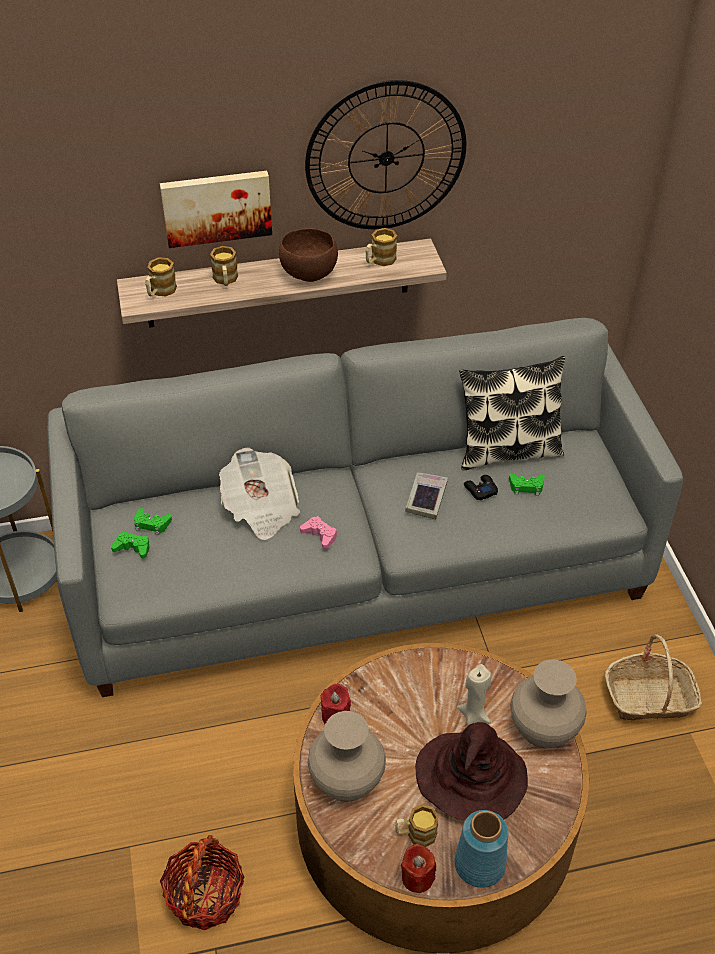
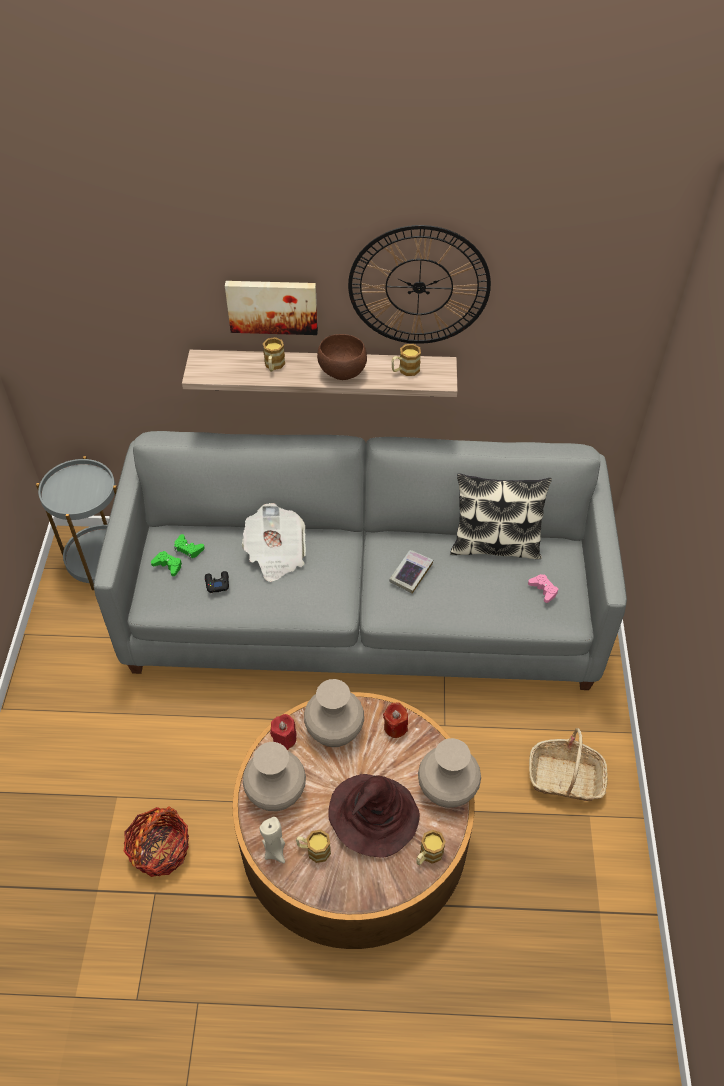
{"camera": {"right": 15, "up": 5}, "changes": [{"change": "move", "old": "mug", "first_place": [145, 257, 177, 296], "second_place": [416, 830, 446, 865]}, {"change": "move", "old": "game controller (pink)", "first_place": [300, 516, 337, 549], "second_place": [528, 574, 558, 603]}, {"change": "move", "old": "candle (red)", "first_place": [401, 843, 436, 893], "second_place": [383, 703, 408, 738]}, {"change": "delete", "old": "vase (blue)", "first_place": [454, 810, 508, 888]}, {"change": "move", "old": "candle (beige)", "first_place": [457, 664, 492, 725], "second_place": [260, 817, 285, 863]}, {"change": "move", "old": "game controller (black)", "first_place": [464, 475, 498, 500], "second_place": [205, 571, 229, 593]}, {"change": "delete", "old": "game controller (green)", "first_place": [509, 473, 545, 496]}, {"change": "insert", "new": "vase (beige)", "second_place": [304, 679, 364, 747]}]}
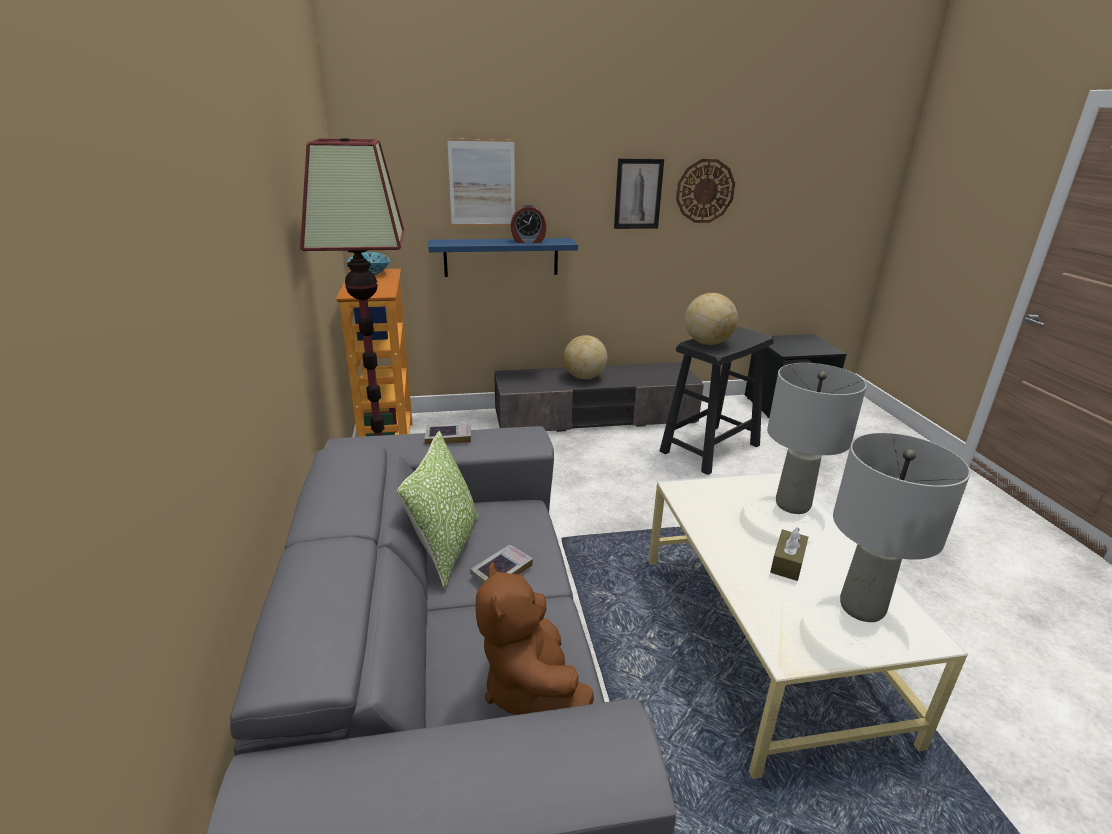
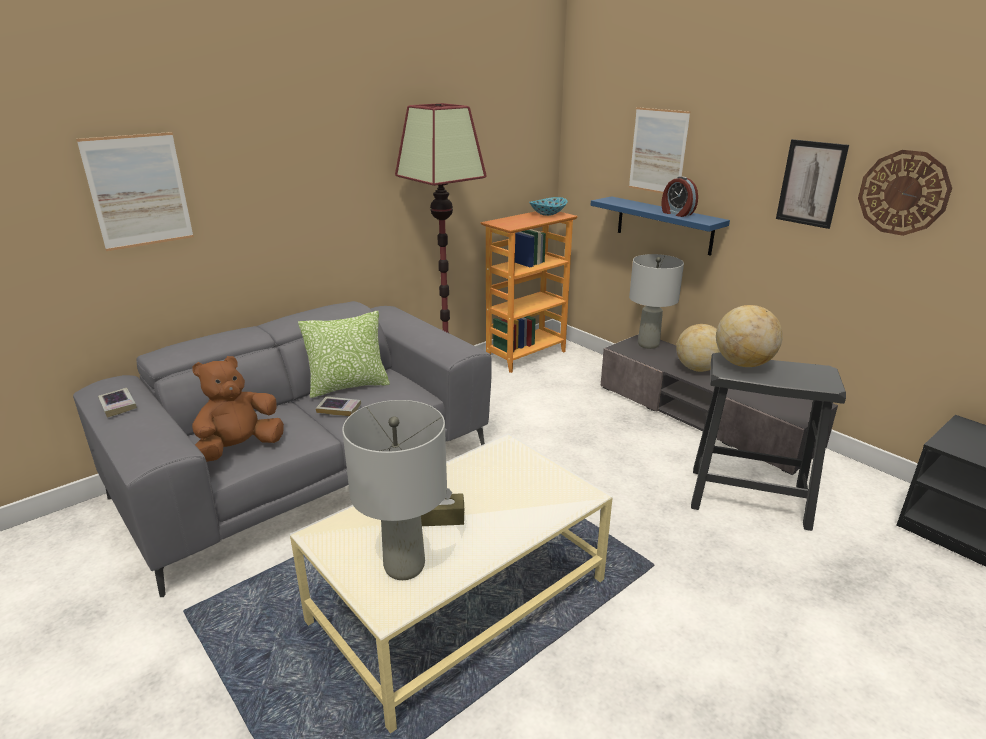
{"camera": {"right": 60, "up": 0}, "changes": [{"change": "move", "old": "book", "first_place": [425, 424, 471, 444], "second_place": [98, 388, 137, 418]}, {"change": "move", "old": "table lamp (grey)", "first_place": [767, 363, 867, 514], "second_place": [629, 254, 684, 349]}, {"change": "insert", "new": "picture", "second_place": [76, 132, 194, 251]}]}
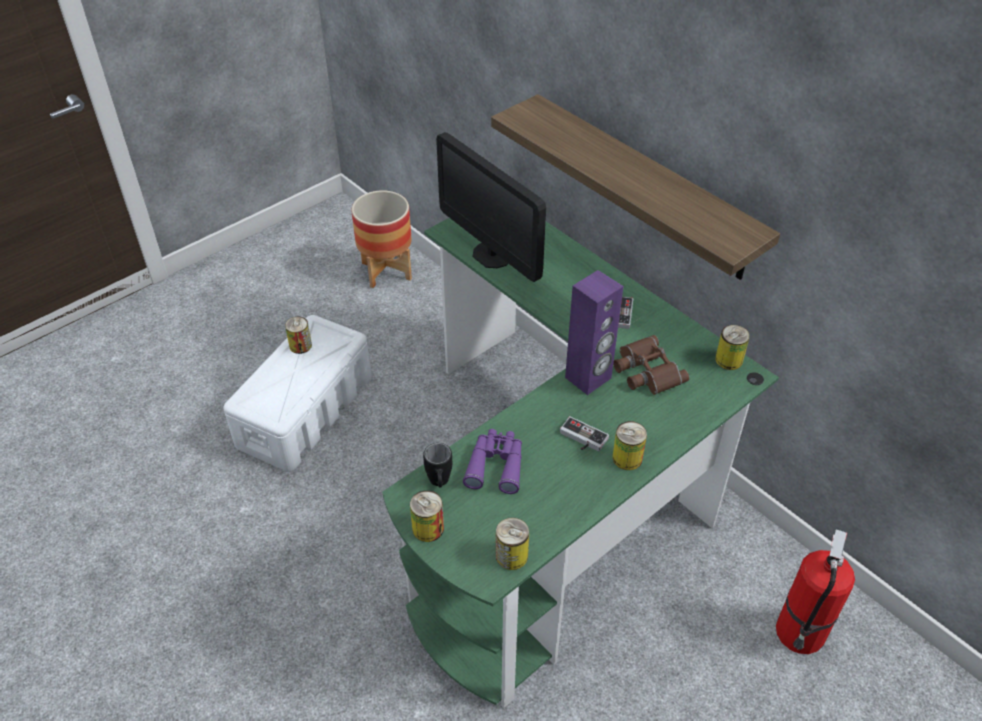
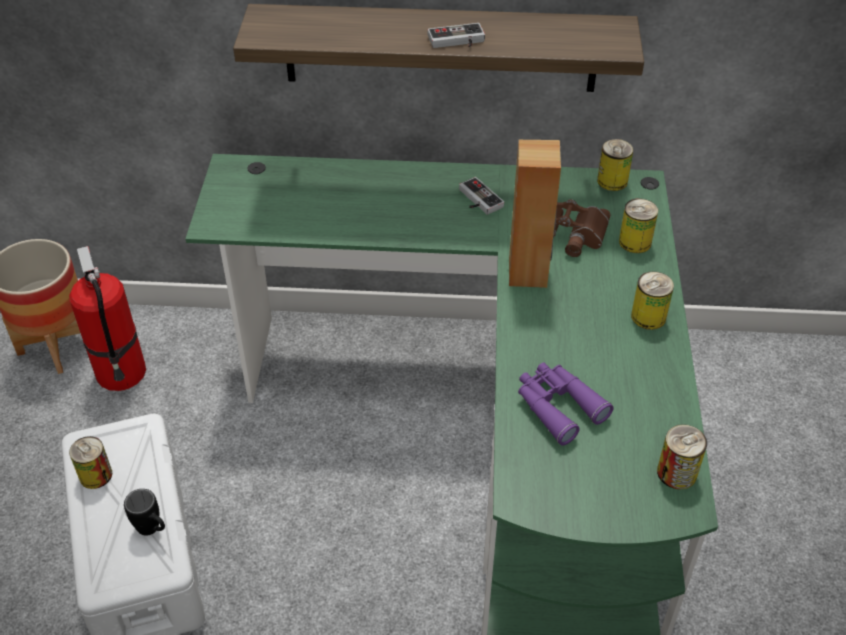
{"camera": {"right": -45, "up": 0}, "changes": [{"change": "move", "old": "can", "first_place": [410, 490, 444, 542], "second_place": [619, 199, 658, 253]}, {"change": "move", "old": "mug (black)", "first_place": [423, 443, 452, 487], "second_place": [124, 489, 165, 536]}, {"change": "delete", "old": "monitor", "first_place": [436, 132, 546, 282]}, {"change": "move", "old": "game controller", "first_place": [560, 416, 609, 452], "second_place": [428, 23, 485, 48]}, {"change": "recolor", "old": "speaker (purple)", "new": "speaker (brown)", "first_place": [565, 270, 623, 395], "second_place": [509, 140, 561, 288]}, {"change": "move", "old": "fire extinguisher", "first_place": [776, 529, 855, 654], "second_place": [69, 246, 146, 391]}]}
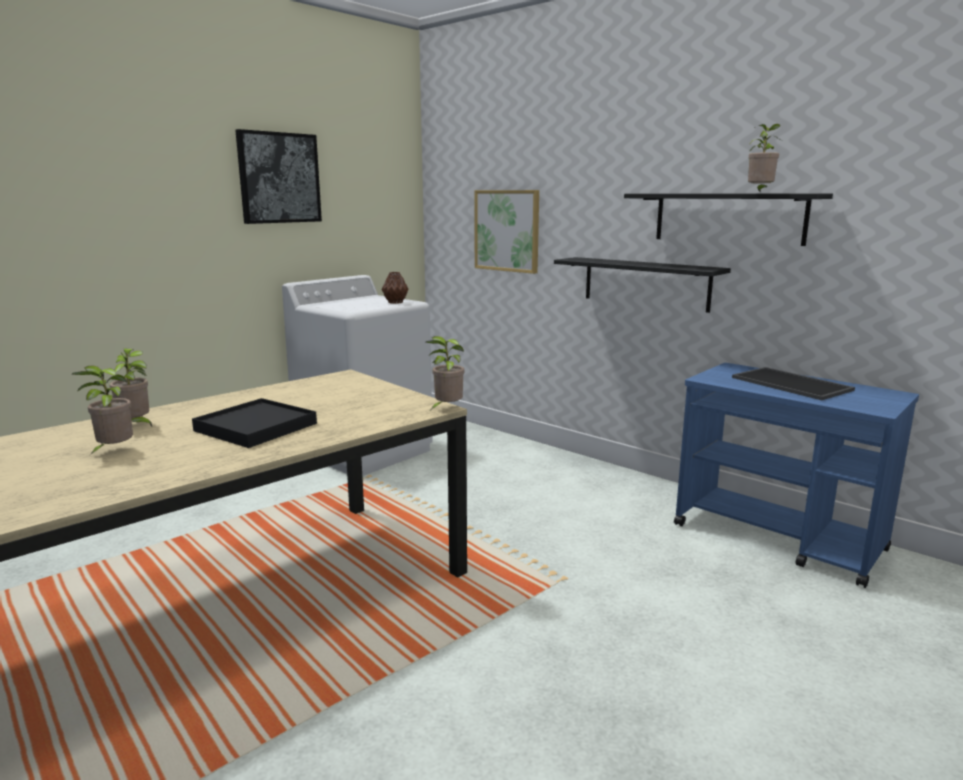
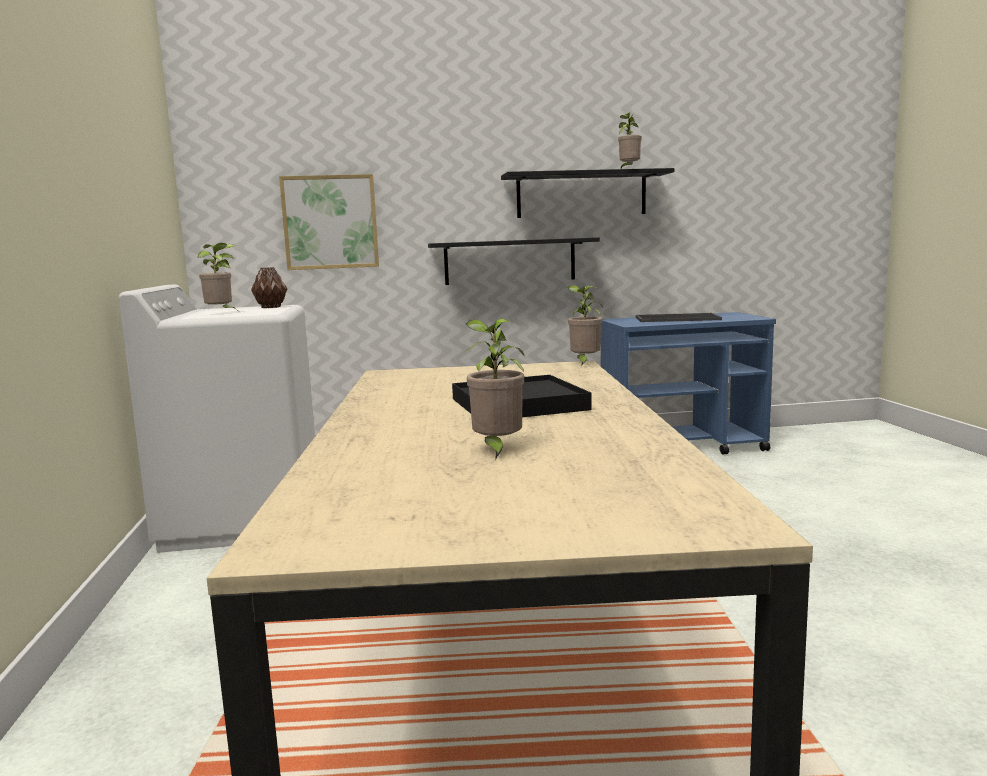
{"camera": {"right": -50, "up": -5}, "changes": [{"change": "move", "old": "potted plant", "first_place": [109, 348, 152, 426], "second_place": [198, 243, 237, 310]}, {"change": "delete", "old": "picture", "first_place": [235, 129, 322, 224]}]}
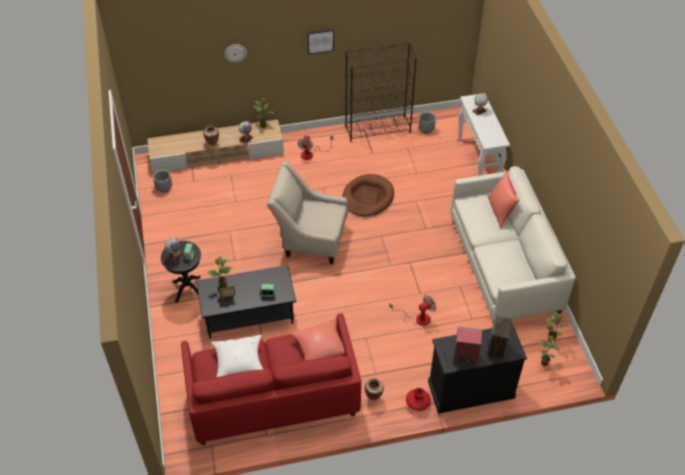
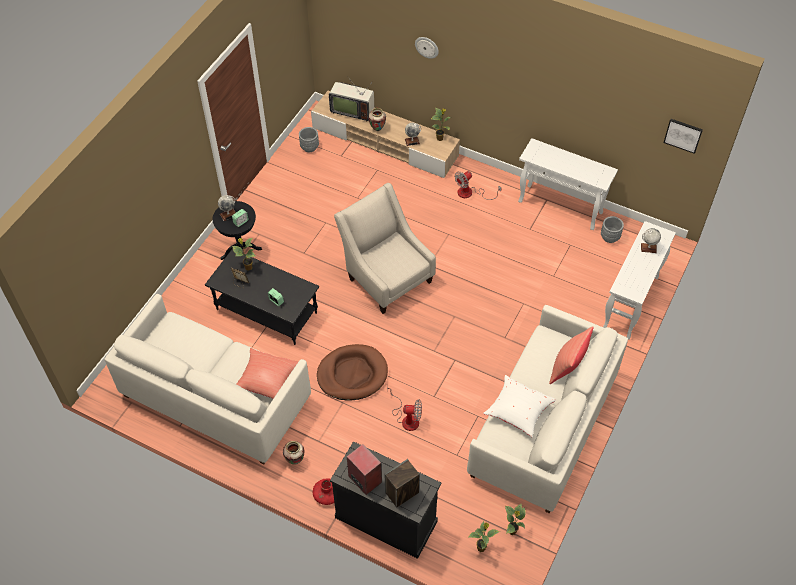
{"camera": {"right": 40, "up": 5}, "changes": [{"change": "recolor", "old": "sofa (red)", "new": "sofa (white)", "first_place": [181, 313, 361, 445], "second_place": [105, 294, 311, 464]}, {"change": "move", "old": "pillow (white)", "first_place": [211, 335, 263, 377], "second_place": [483, 375, 556, 437]}, {"change": "move", "old": "picture", "first_place": [307, 29, 334, 54], "second_place": [664, 119, 703, 154]}, {"change": "move", "old": "dog bed (brown)", "first_place": [342, 174, 394, 216], "second_place": [317, 344, 388, 401]}, {"change": "replace", "old": "bookcase (black)", "new": "console table (white)", "first_place": [345, 43, 417, 142], "second_place": [518, 138, 618, 230]}, {"change": "insert", "new": "television", "second_place": [329, 77, 374, 122]}]}
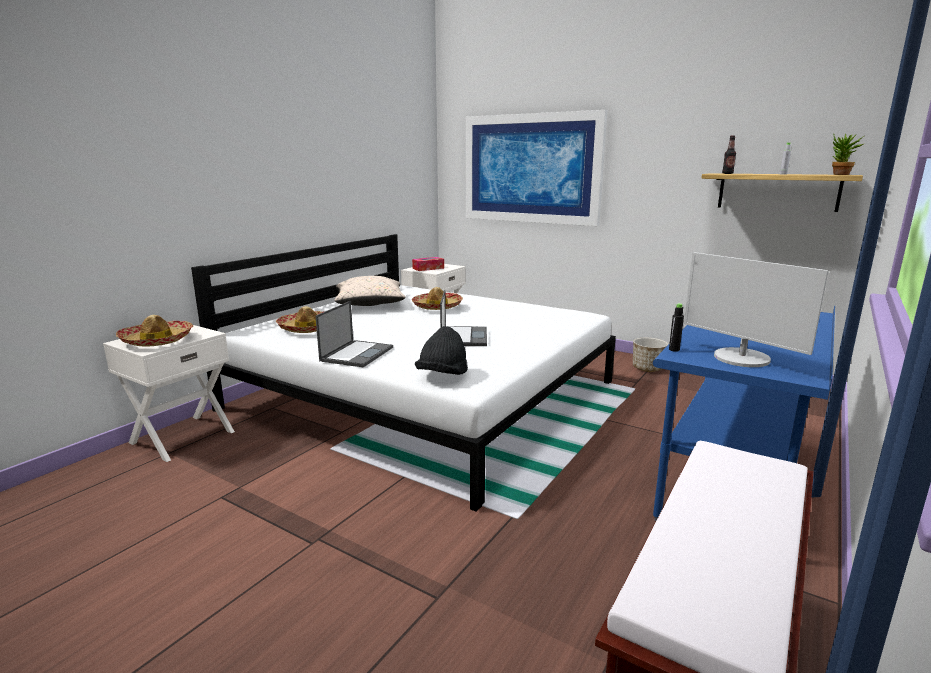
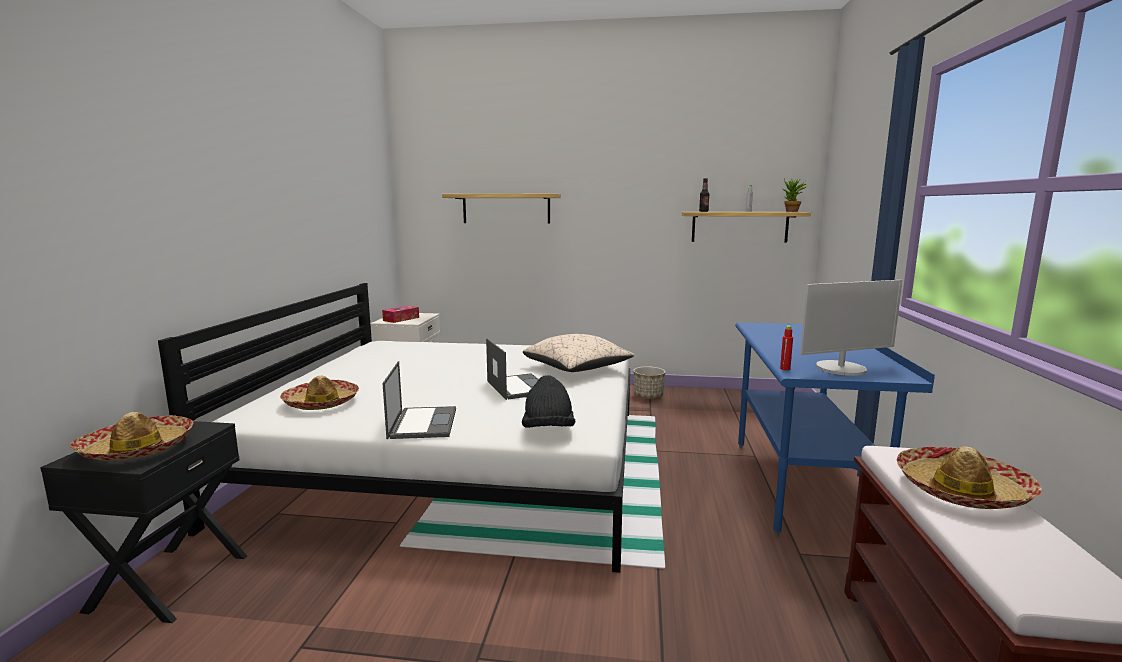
{"camera": {"right": -25, "up": -5}, "changes": [{"change": "recolor", "old": "nightstand (white)", "new": "nightstand (black)", "first_place": [103, 325, 235, 462], "second_place": [40, 421, 247, 623]}, {"change": "move", "old": "pillow (beige)", "first_place": [334, 276, 406, 306], "second_place": [523, 334, 634, 372]}, {"change": "move", "old": "hat", "first_place": [412, 287, 463, 310], "second_place": [897, 446, 1042, 509]}, {"change": "replace", "old": "picture", "new": "shelf", "first_place": [465, 110, 607, 226], "second_place": [442, 194, 561, 224]}, {"change": "recolor", "old": "bottle (black)", "new": "bottle (red)", "first_place": [669, 303, 684, 352], "second_place": [780, 326, 793, 370]}, {"change": "rotate", "old": "monitor", "first_place": [684, 252, 829, 367], "second_place": [800, 280, 903, 376], "degrees": -45}]}
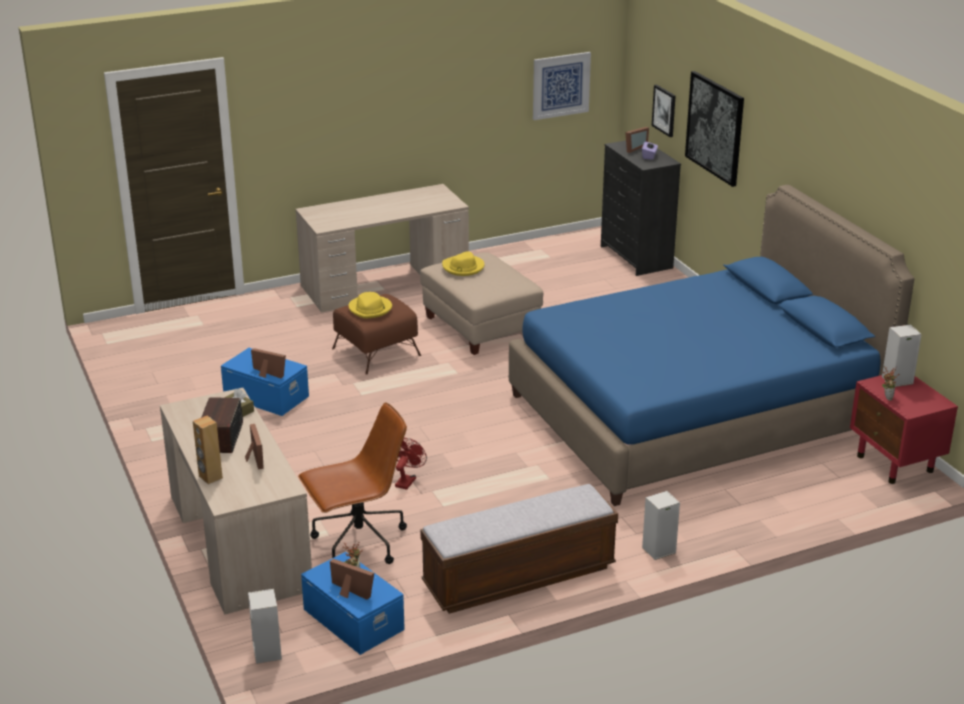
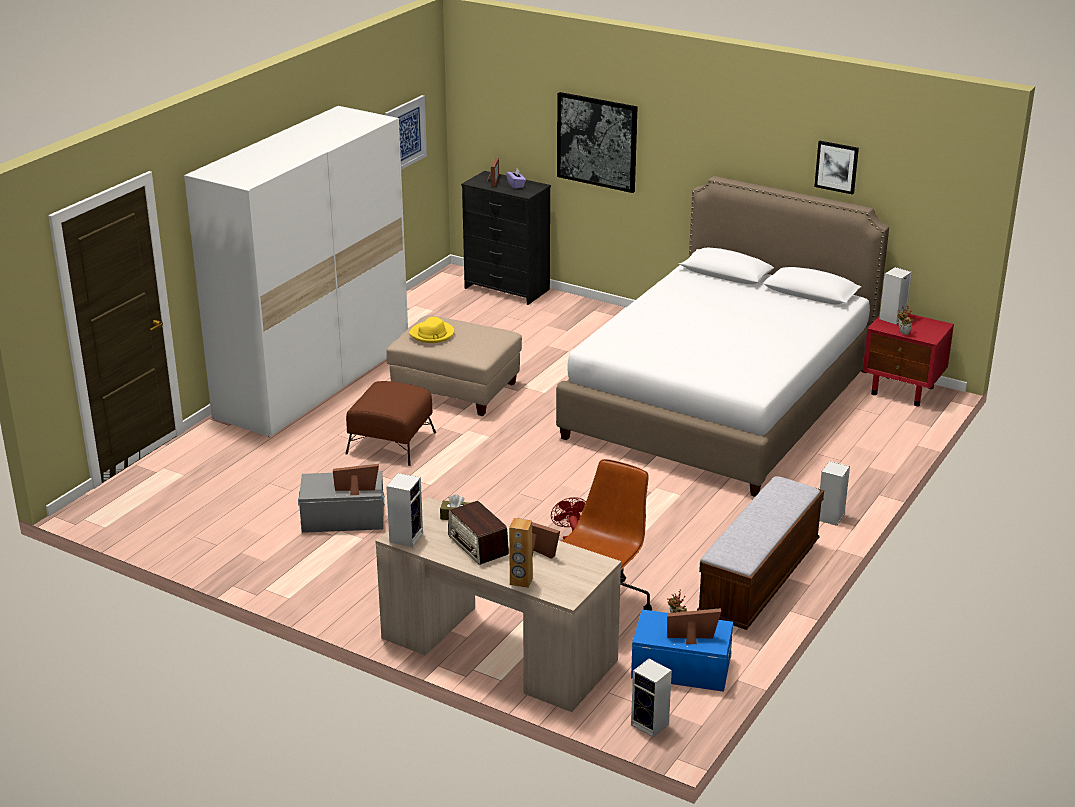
{"camera": {"right": -35, "up": 0}, "changes": [{"change": "recolor", "old": "storage box (blue)", "new": "storage box (grey)", "first_place": [221, 348, 309, 416], "second_place": [298, 471, 385, 533]}, {"change": "replace", "old": "desk (beige)", "new": "wardrobe (white)", "first_place": [296, 184, 469, 313], "second_place": [184, 106, 408, 437]}, {"change": "delete", "old": "hat (yellow)", "first_place": [349, 292, 392, 319]}, {"change": "recolor", "old": "bed (blue)", "new": "bed (white)", "first_place": [509, 185, 914, 506], "second_place": [556, 176, 889, 497]}, {"change": "move", "old": "picture", "first_place": [652, 85, 676, 137], "second_place": [814, 141, 859, 195]}, {"change": "insert", "new": "speaker", "second_place": [386, 473, 423, 547]}]}
